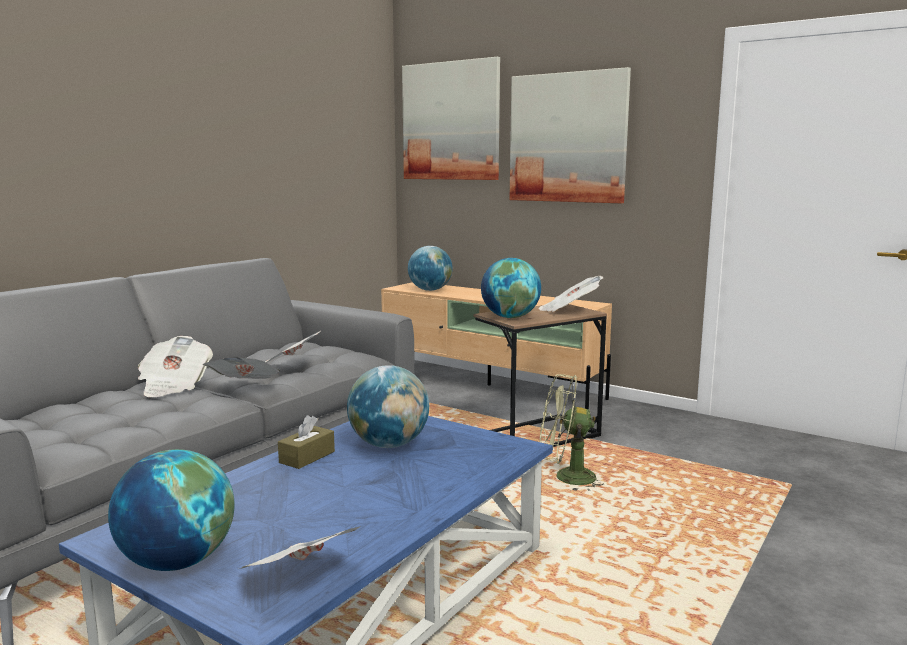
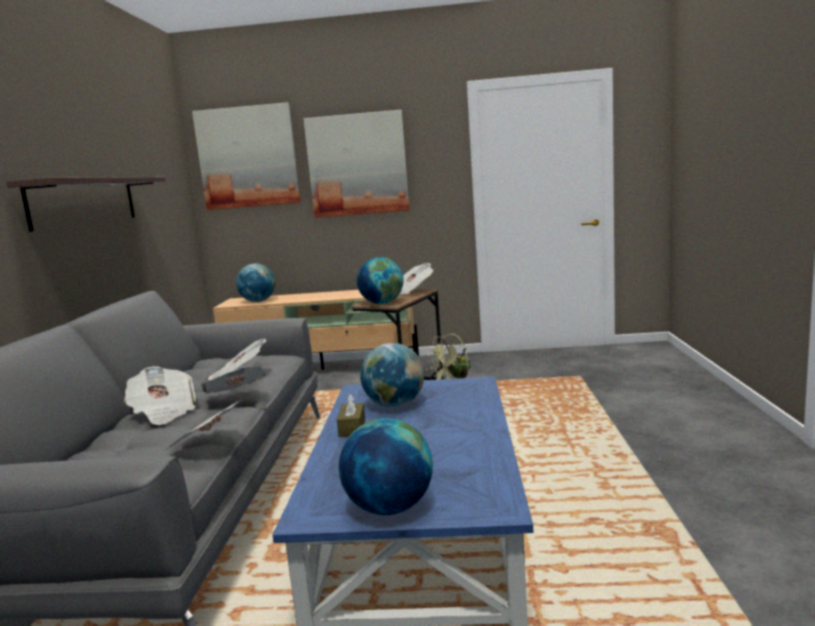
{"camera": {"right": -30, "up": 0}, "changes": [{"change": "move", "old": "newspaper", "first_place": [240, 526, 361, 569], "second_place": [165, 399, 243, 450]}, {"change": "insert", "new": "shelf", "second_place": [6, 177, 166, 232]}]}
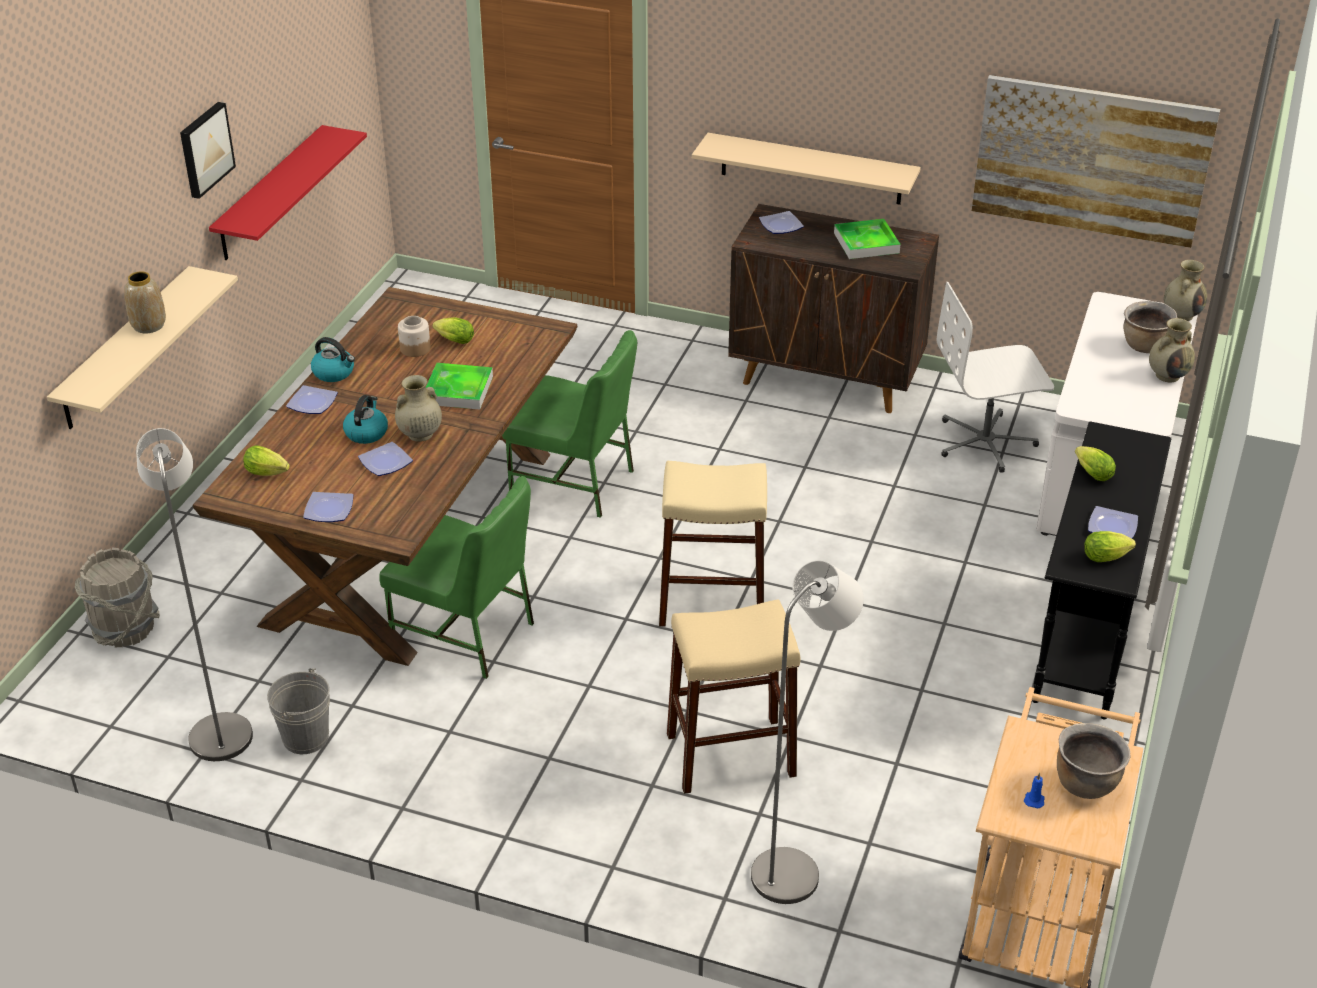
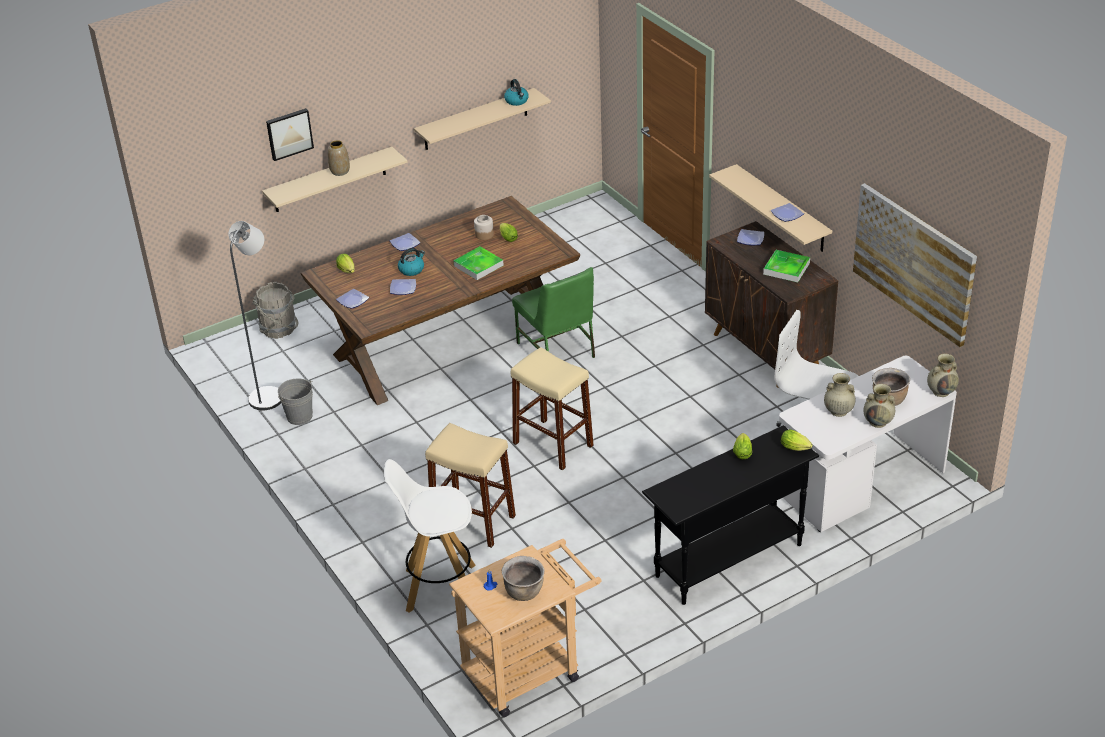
{"camera": {"right": 40, "up": 0}, "changes": [{"change": "move", "old": "picture", "first_place": [180, 102, 236, 199], "second_place": [266, 108, 314, 161]}, {"change": "recolor", "old": "shelf (red)", "new": "shelf (beige)", "first_place": [209, 125, 367, 260], "second_place": [414, 88, 551, 150]}, {"change": "move", "old": "kettle", "first_place": [311, 337, 355, 382], "second_place": [504, 79, 529, 106]}, {"change": "delete", "old": "chair (green)", "first_place": [379, 476, 534, 679]}, {"change": "move", "old": "vase (beige)", "first_place": [395, 375, 442, 442], "second_place": [824, 373, 855, 417]}, {"change": "replace", "old": "floor lamp (grey)", "new": "stool (white)", "first_place": [751, 560, 864, 904], "second_place": [384, 459, 476, 613]}, {"change": "move", "old": "lettuce", "first_place": [1084, 531, 1136, 562], "second_place": [781, 429, 813, 451]}, {"change": "move", "old": "plate", "first_place": [1088, 506, 1138, 538], "second_place": [771, 203, 804, 222]}]}
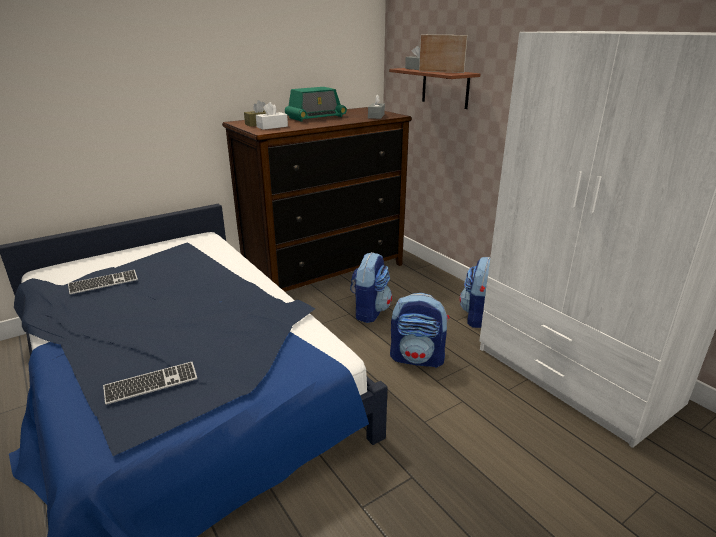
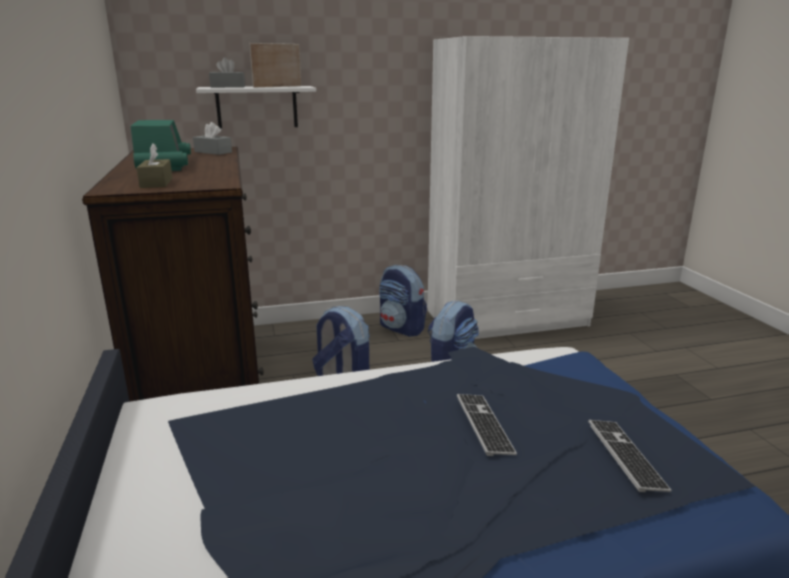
{"camera": {"right": -70, "up": -5}, "changes": [{"change": "move", "old": "keyboard", "first_place": [68, 270, 138, 295], "second_place": [457, 394, 517, 456]}, {"change": "delete", "old": "tissue box (white)", "first_place": [256, 102, 288, 130]}, {"change": "recolor", "old": "shelf (brown)", "new": "shelf (white)", "first_place": [389, 68, 481, 109], "second_place": [196, 86, 316, 129]}]}
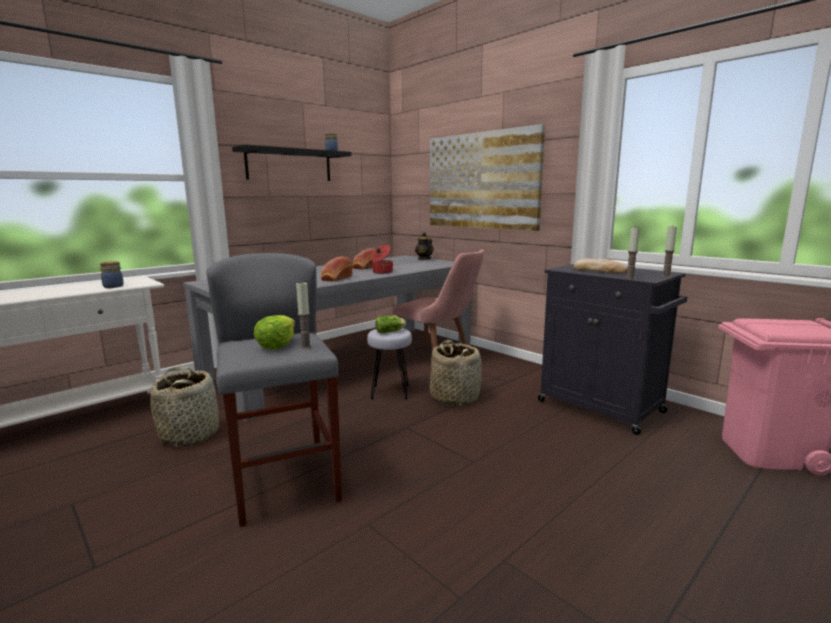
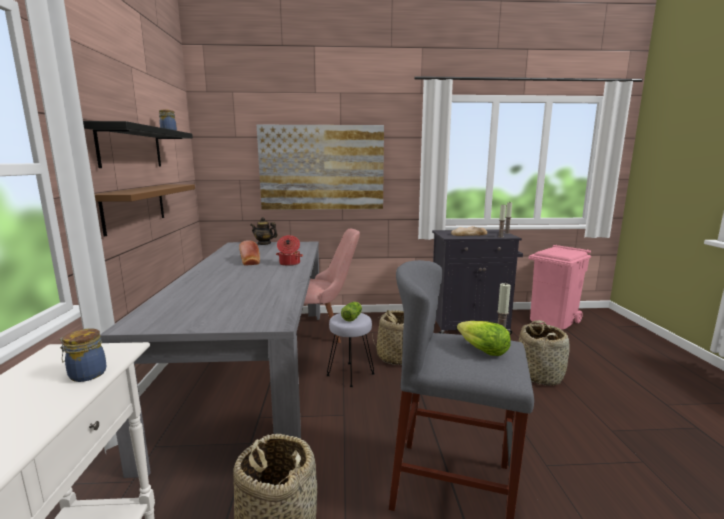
{"camera": {"right": -50, "up": 0}, "changes": [{"change": "delete", "old": "bread", "first_place": [321, 256, 353, 282]}, {"change": "insert", "new": "shelf (brown)", "second_place": [95, 184, 195, 237]}, {"change": "insert", "new": "basket", "second_place": [519, 320, 570, 386]}]}
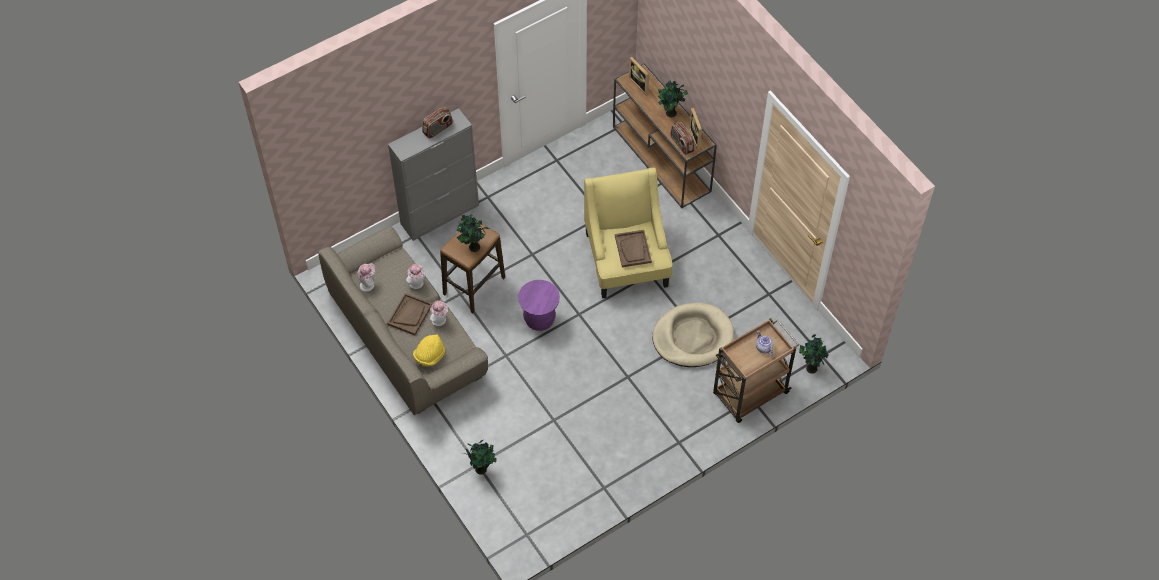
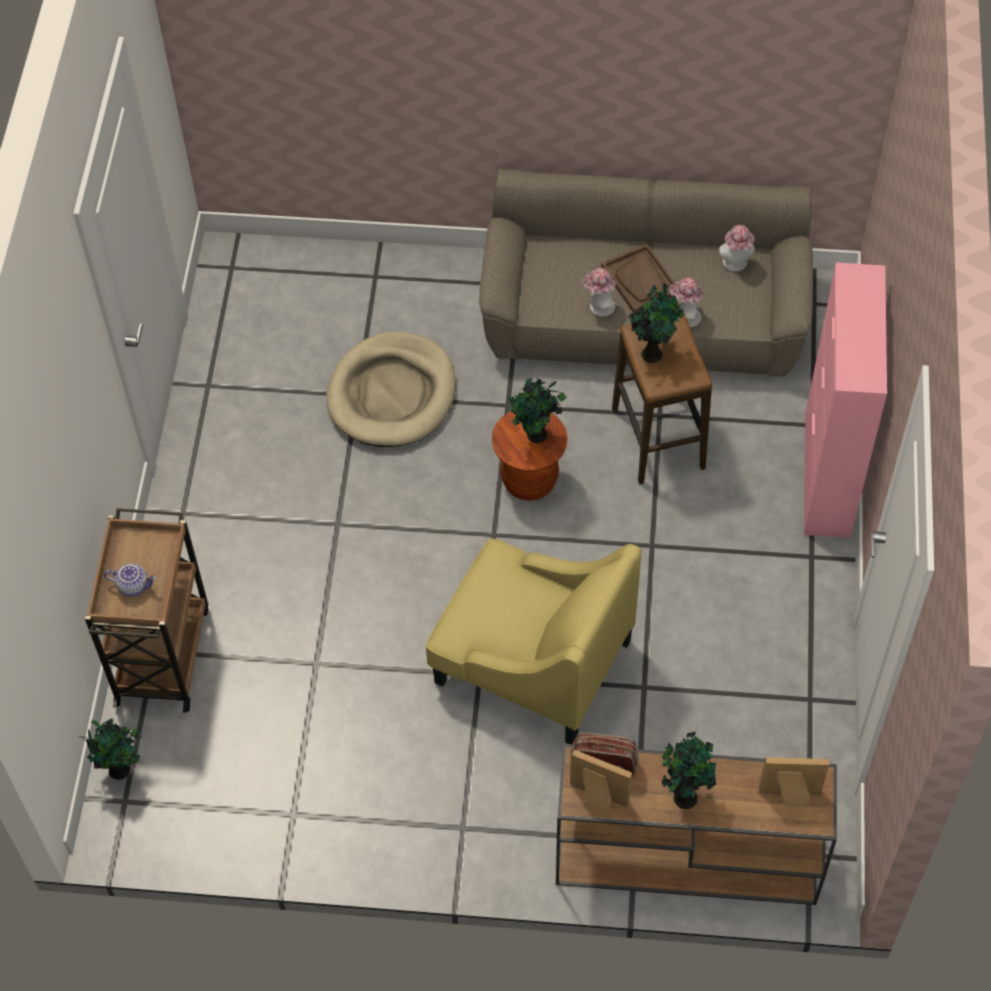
{"camera": {"right": 130, "up": 0}, "changes": [{"change": "recolor", "old": "cabinet (grey)", "new": "cabinet (pink)", "first_place": [388, 108, 479, 241], "second_place": [804, 263, 887, 538]}, {"change": "delete", "old": "hat (yellow)", "first_place": [413, 335, 445, 366]}, {"change": "delete", "old": "radio", "first_place": [422, 107, 453, 139]}, {"change": "move", "old": "potted plant", "first_place": [466, 440, 497, 475], "second_place": [509, 378, 567, 443]}, {"change": "recolor", "old": "stool (purple)", "new": "stool (brown)", "first_place": [518, 280, 560, 331], "second_place": [492, 411, 568, 501]}, {"change": "delete", "old": "tray (brown)", "first_place": [615, 230, 652, 267]}, {"change": "move", "old": "dog bed (beige)", "first_place": [652, 303, 734, 367], "second_place": [326, 332, 456, 447]}]}
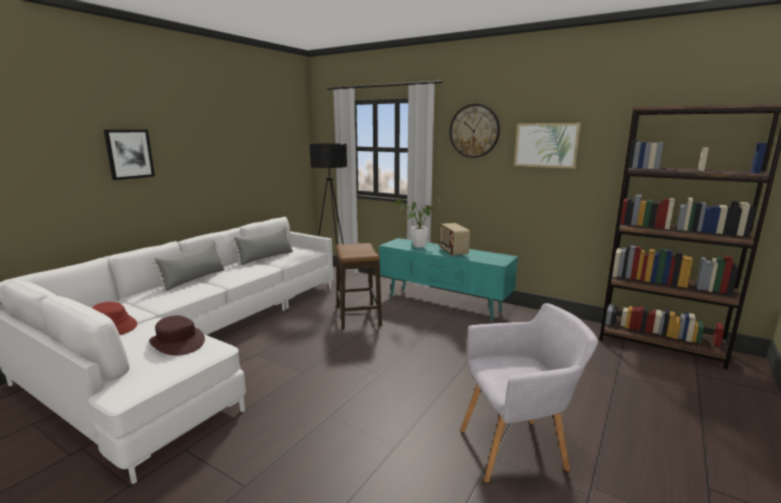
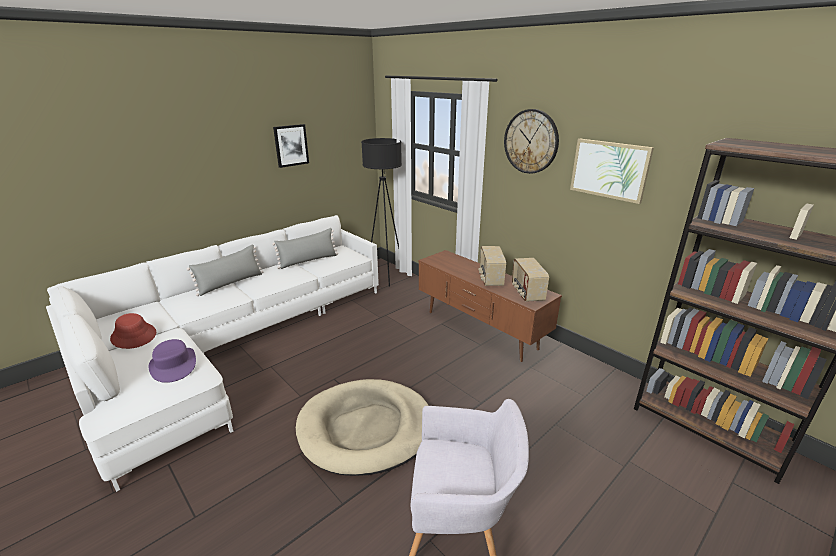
{"camera": {"right": 15, "up": 10}, "changes": [{"change": "move", "old": "picture", "first_place": [104, 130, 155, 180], "second_place": [273, 124, 309, 168]}, {"change": "recolor", "old": "hat (brown)", "new": "hat (purple)", "first_place": [149, 315, 205, 356], "second_place": [149, 339, 196, 383]}, {"change": "delete", "old": "stool", "first_place": [336, 243, 382, 330]}, {"change": "recolor", "old": "tv stand (turquoise)", "new": "tv stand (brown)", "first_place": [379, 238, 519, 321], "second_place": [418, 250, 562, 362]}, {"change": "delete", "old": "potted plant", "first_place": [395, 198, 442, 248]}, {"change": "insert", "new": "dog bed (beige)", "second_place": [296, 379, 429, 476]}, {"change": "insert", "new": "radio", "second_place": [512, 258, 549, 302]}]}
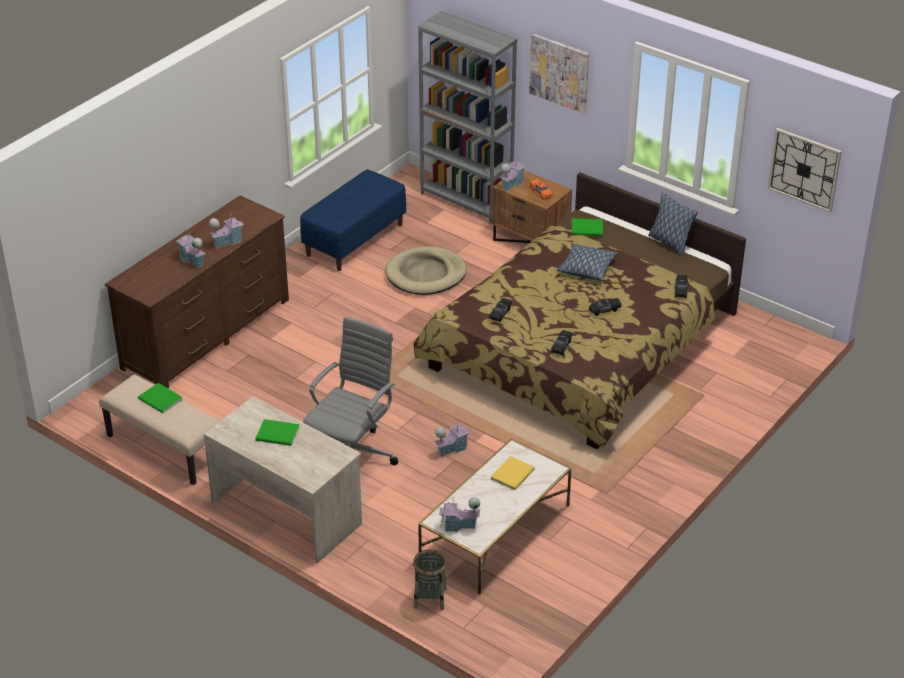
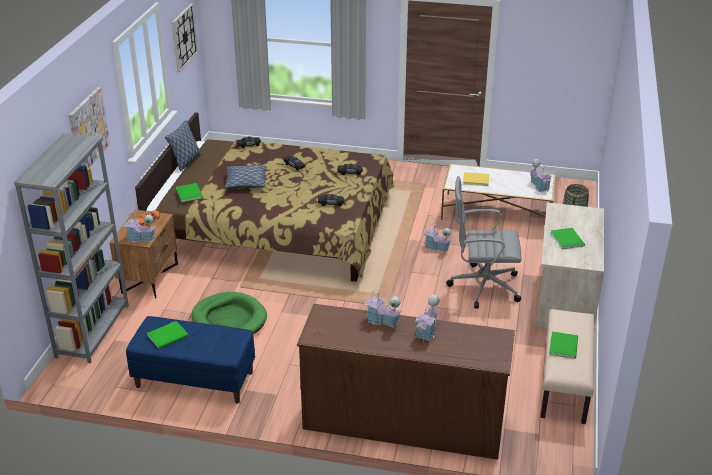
{"camera": {"right": -115, "up": -5}, "changes": [{"change": "recolor", "old": "dog bed (beige)", "new": "dog bed (green)", "first_place": [385, 246, 467, 295], "second_place": [192, 292, 267, 334]}, {"change": "insert", "new": "book (green)", "second_place": [147, 321, 189, 349]}]}
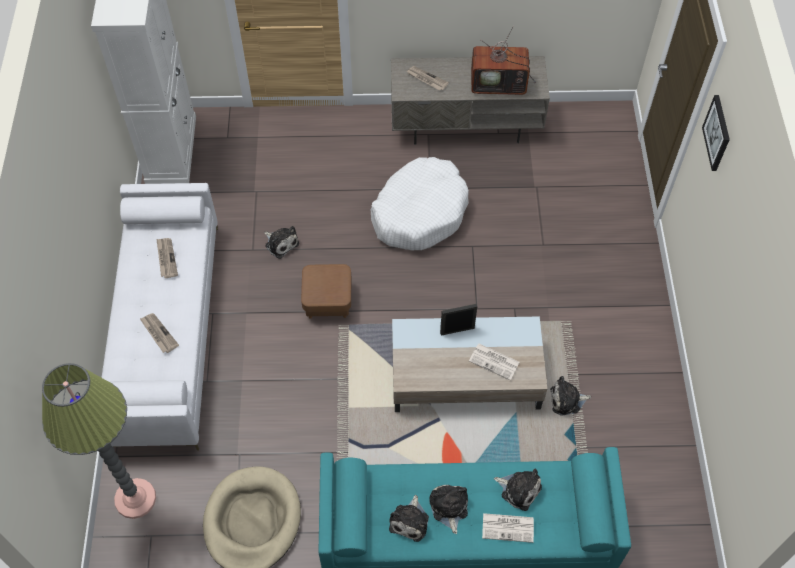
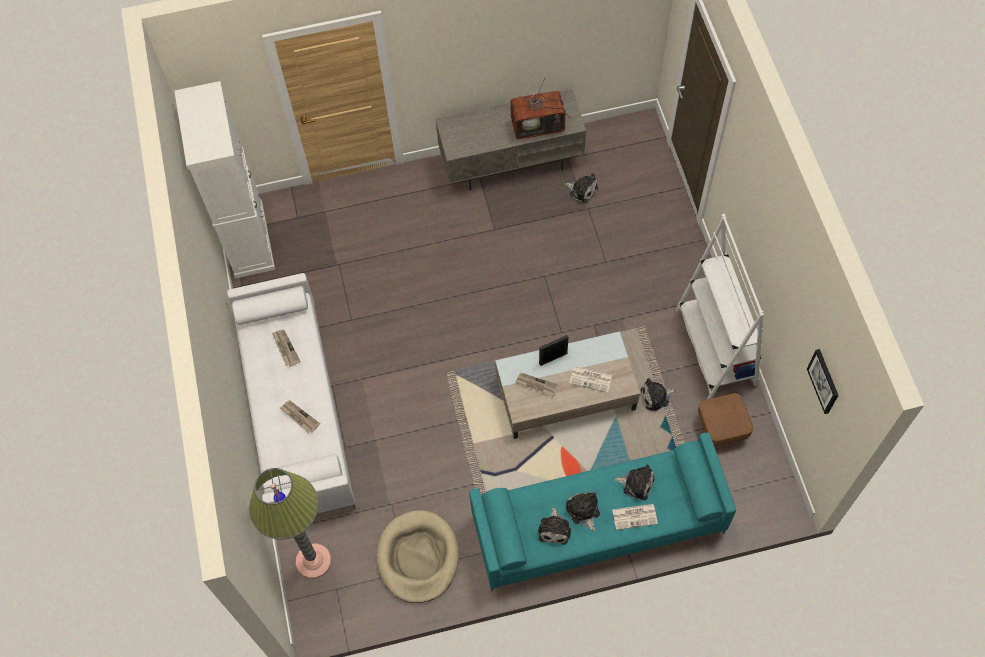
{"camera": {"right": -10, "up": 5}, "changes": [{"change": "move", "old": "plush toy", "first_place": [264, 226, 299, 259], "second_place": [564, 173, 598, 204]}, {"change": "move", "old": "ottoman (brown)", "first_place": [301, 264, 351, 318], "second_place": [698, 393, 753, 447]}, {"change": "delete", "old": "dog bed (white)", "first_place": [371, 157, 469, 250]}, {"change": "move", "old": "newspaper", "first_place": [406, 66, 449, 91], "second_place": [515, 373, 559, 397]}, {"change": "move", "old": "picture", "first_place": [702, 95, 730, 171], "second_place": [807, 349, 839, 414]}, {"change": "insert", "new": "bookcase (white)", "second_place": [676, 214, 764, 400]}]}
